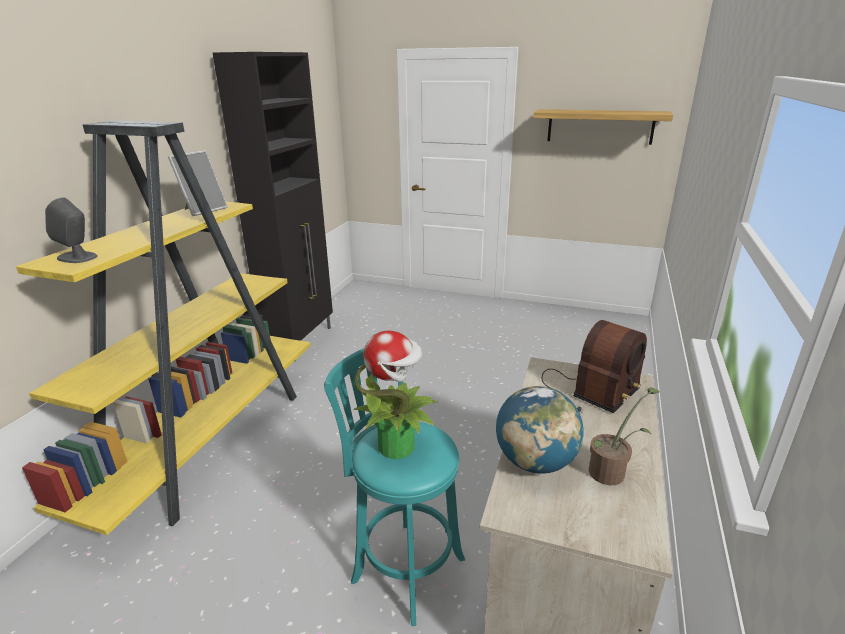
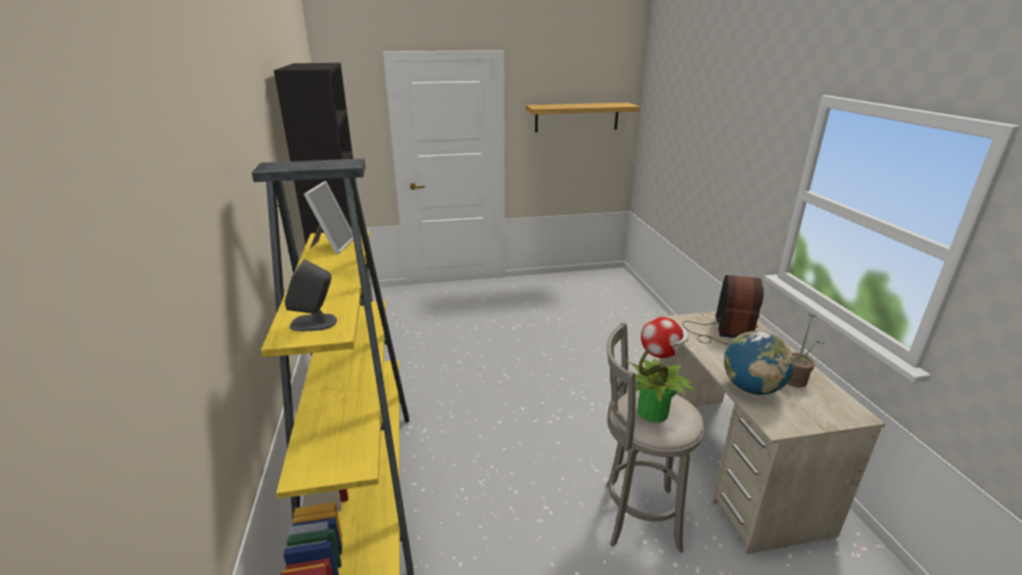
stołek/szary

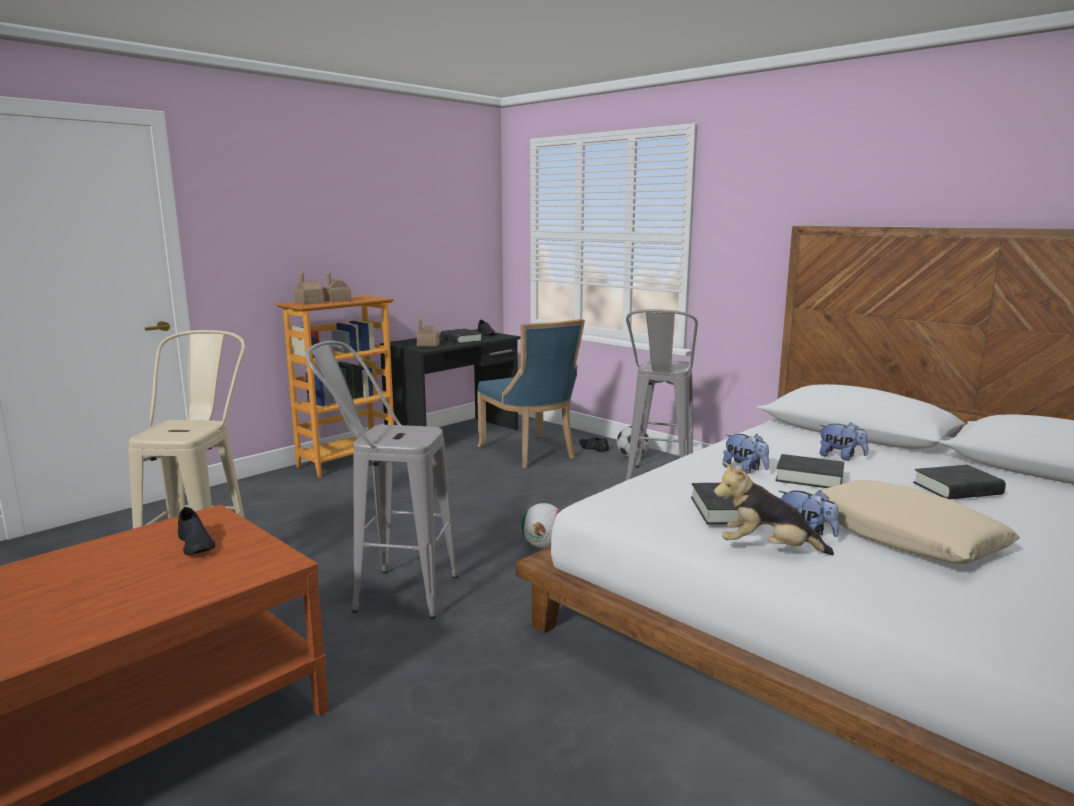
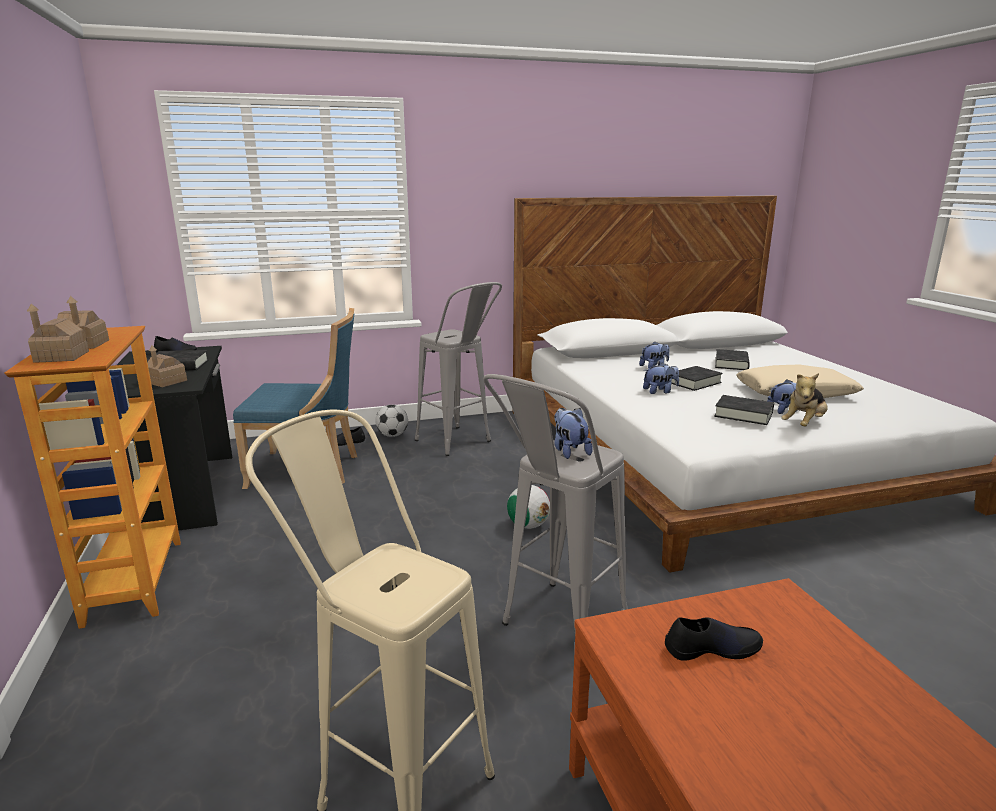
pluszak (1st from left)

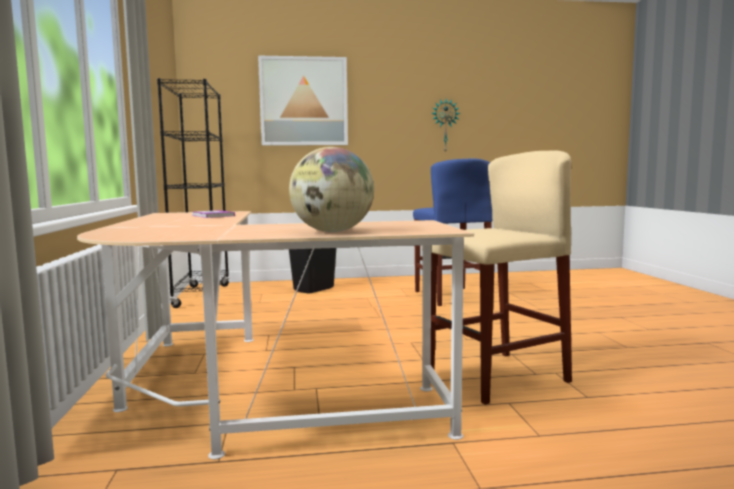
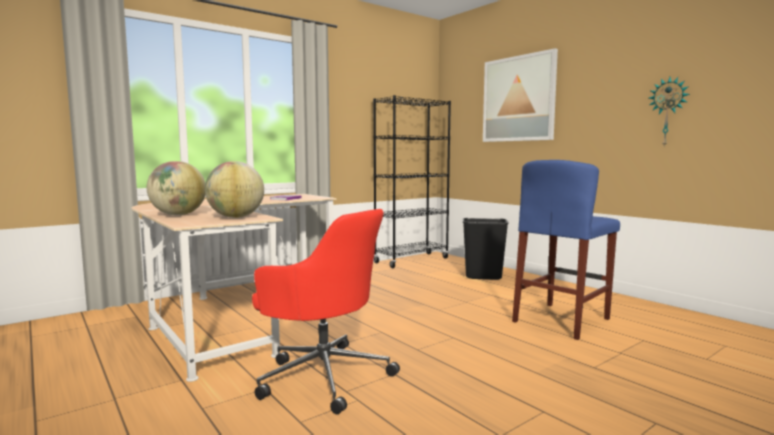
krzesło biurowe/czerwony; globus (2nd from left)

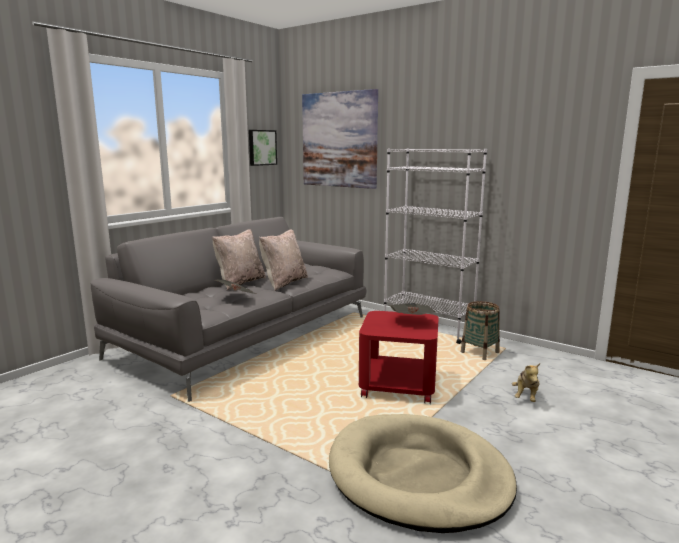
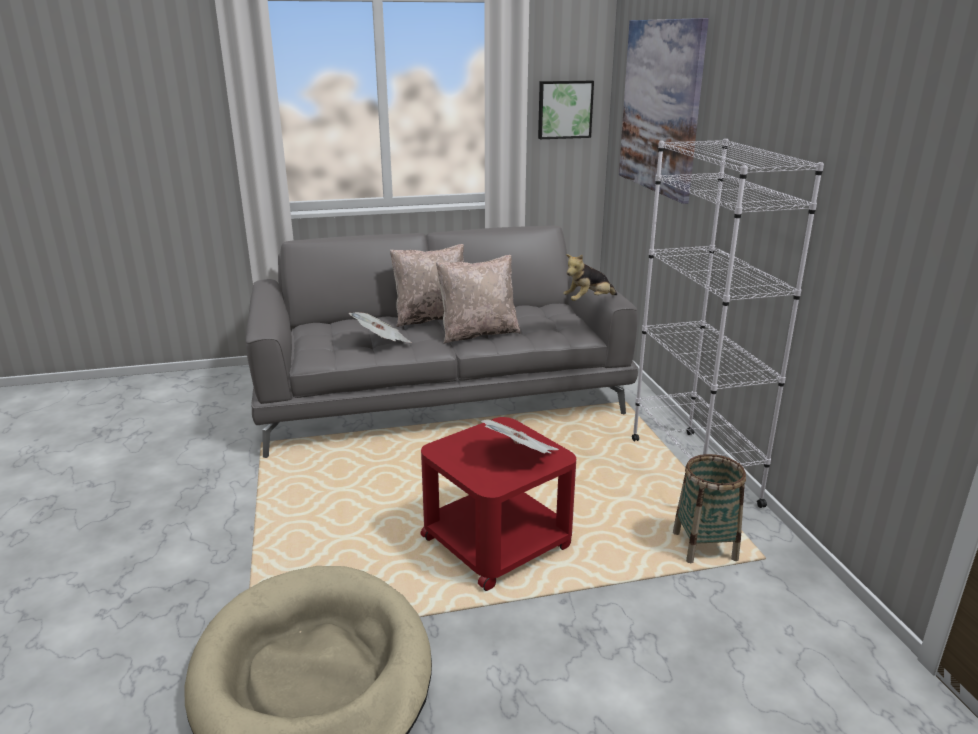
pluszak

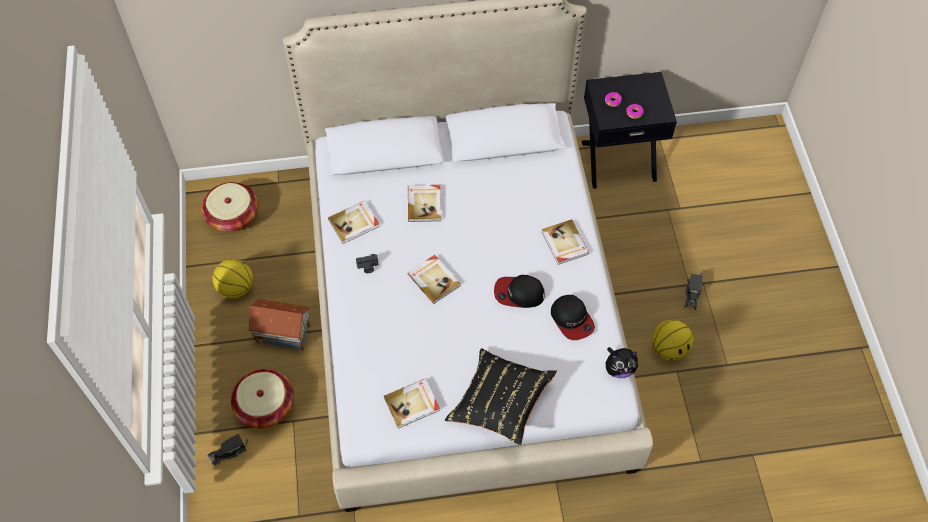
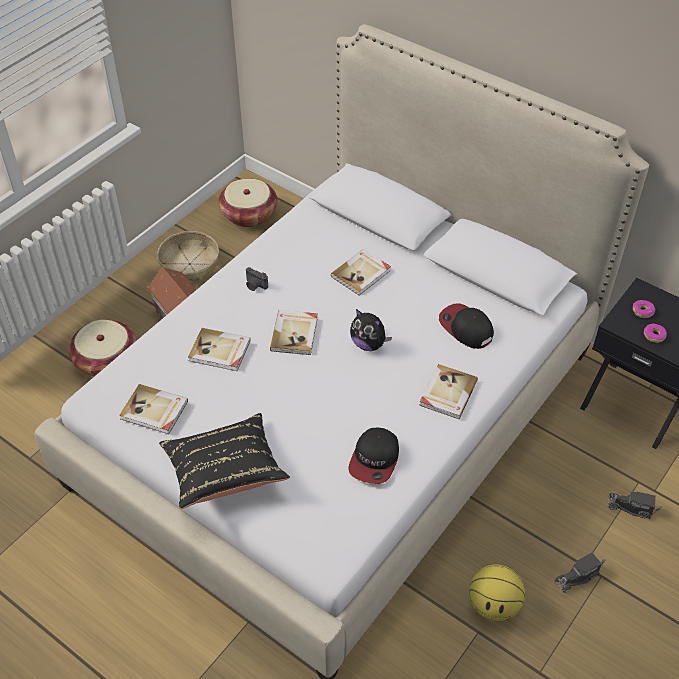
książka (2nd from left); koszyk (2nd from left); czapka z daszkiem (2nd from left); pluszak; ciężarówka zabawkowa (2nd from left)

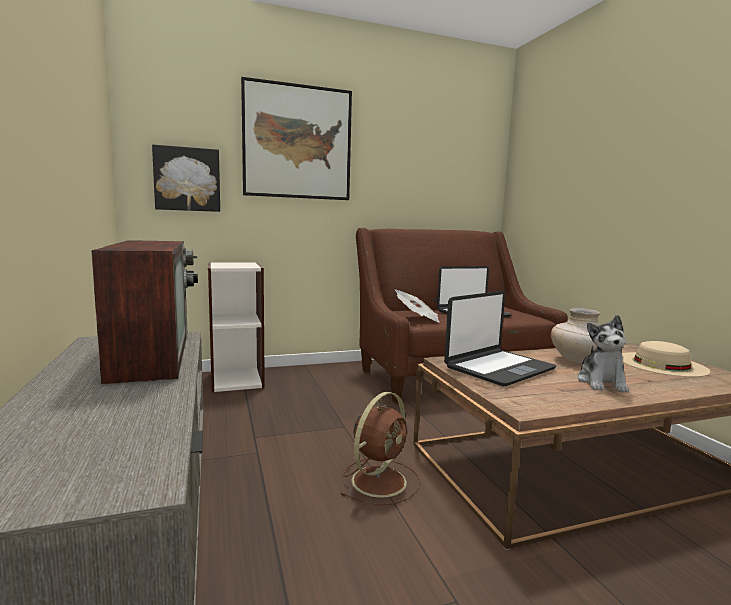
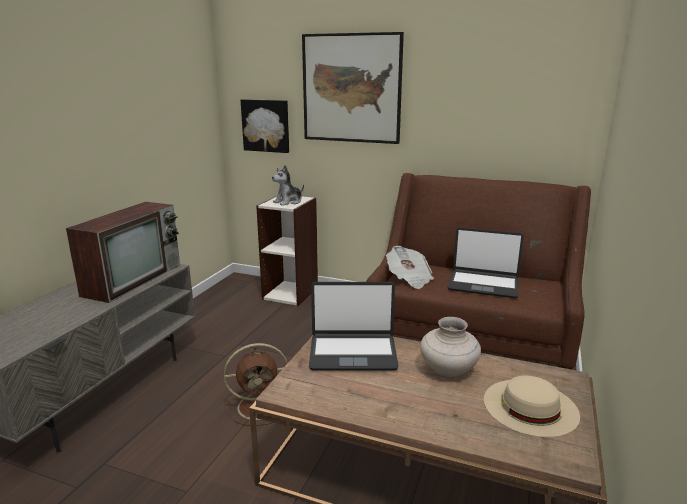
pluszak

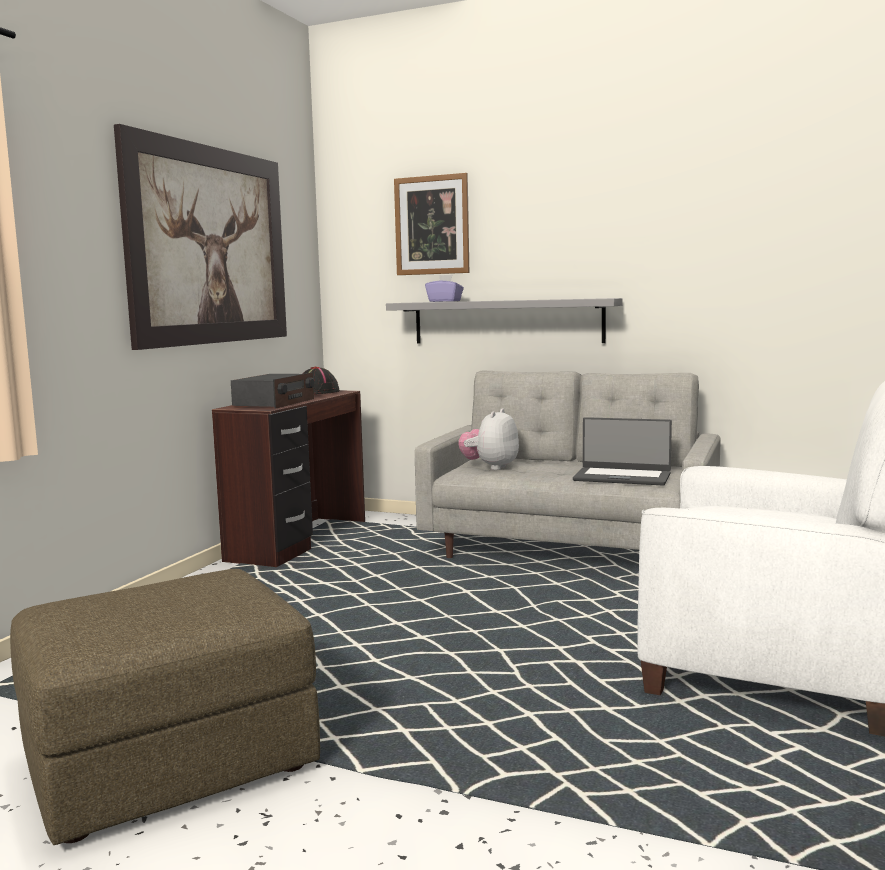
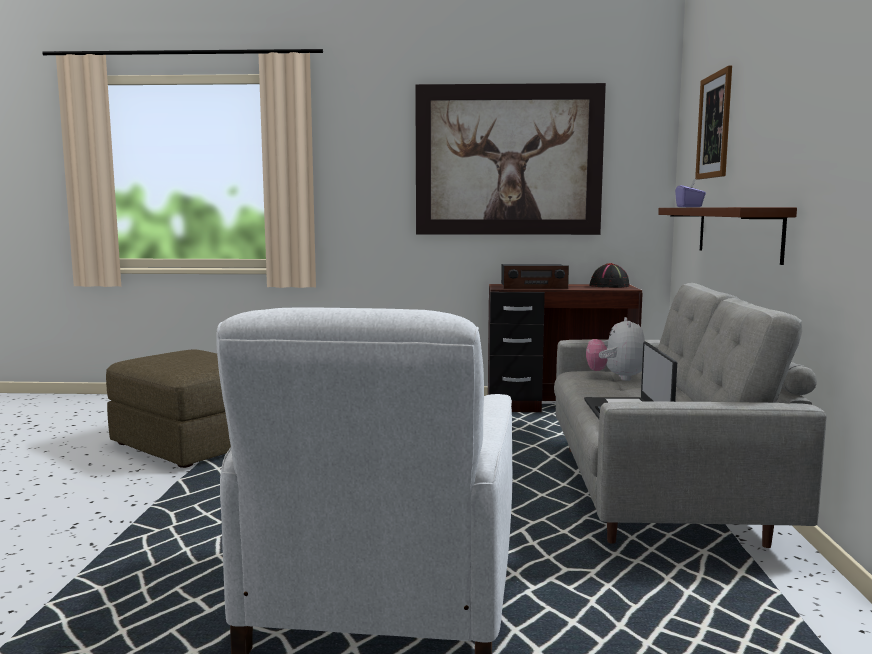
półka/brązowy; pluszak

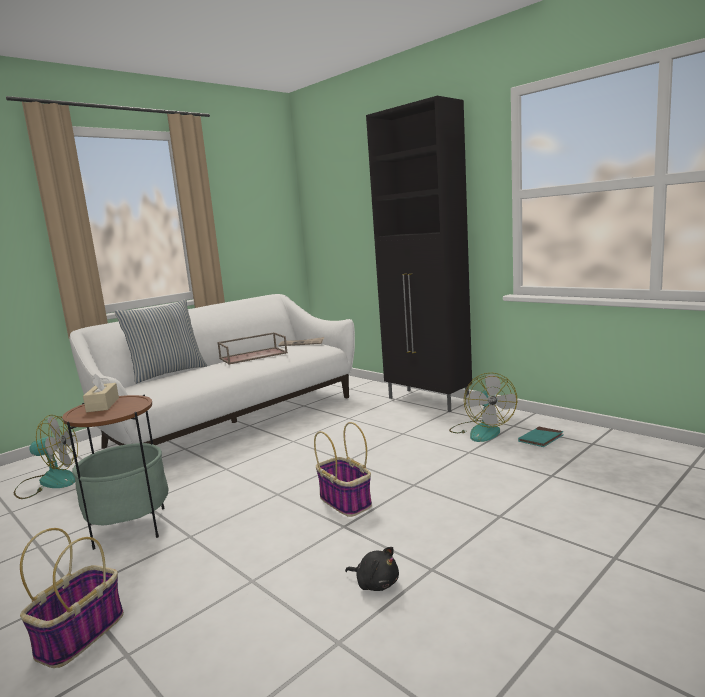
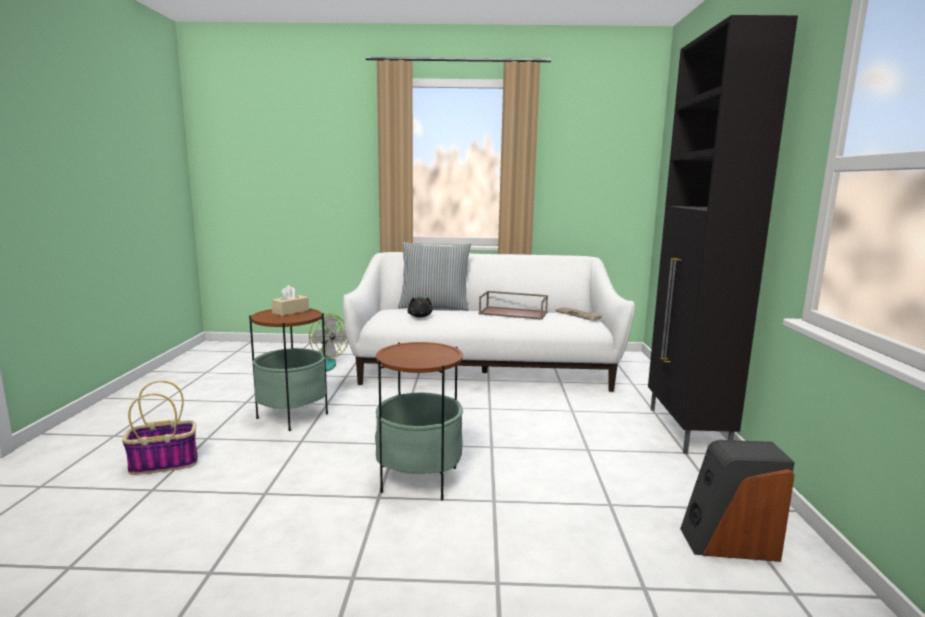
wentylator (2nd from left in the first image); stolik (2nd from left); głośnik; pluszak/czarny

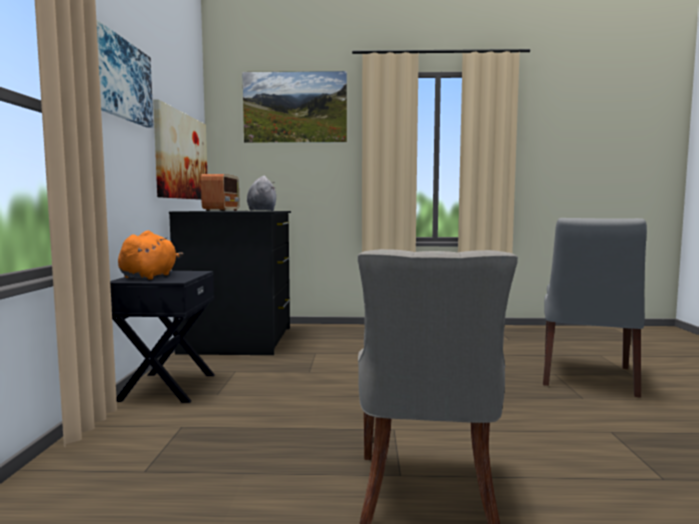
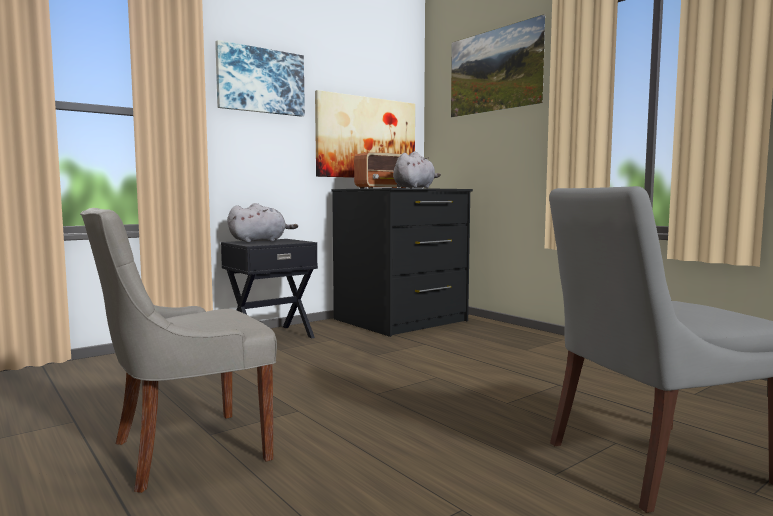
pluszak/szary (1st from left)

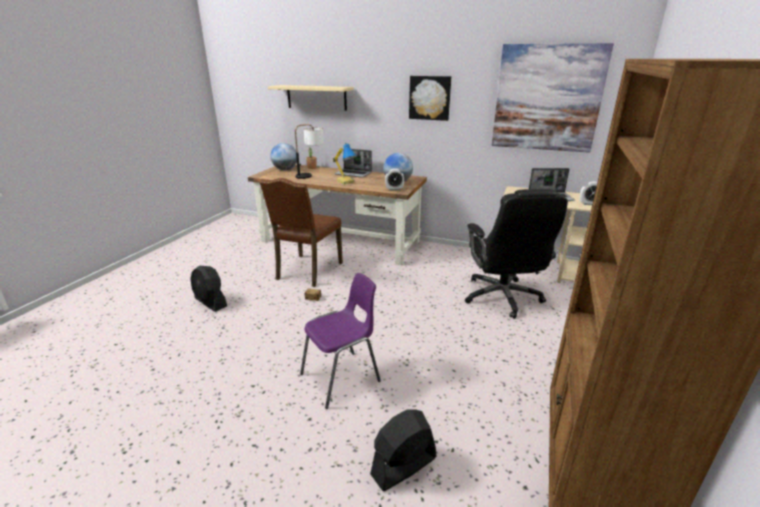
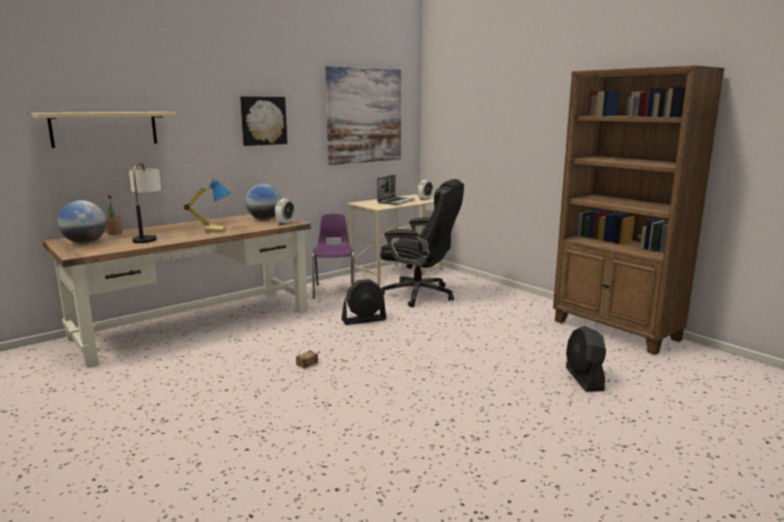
laptop (1st from left in the first image); krzesło/brązowy; wentylator/czarny (1st from left); krzesło/fioletowy

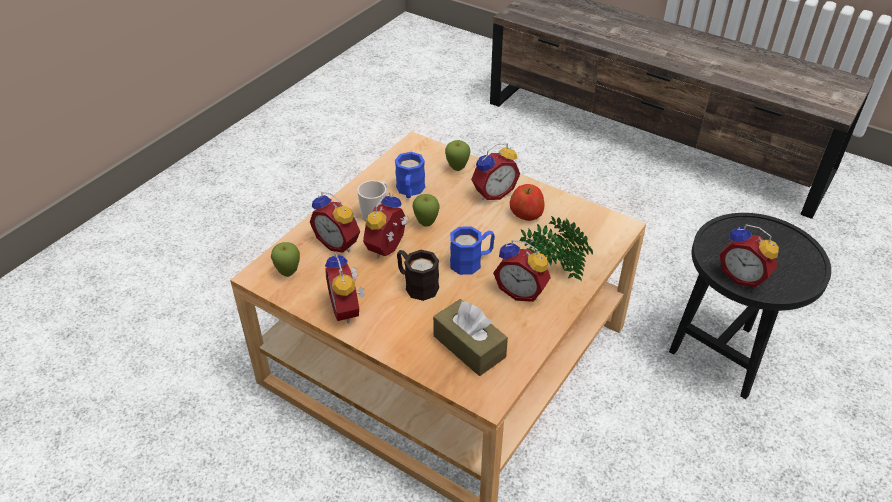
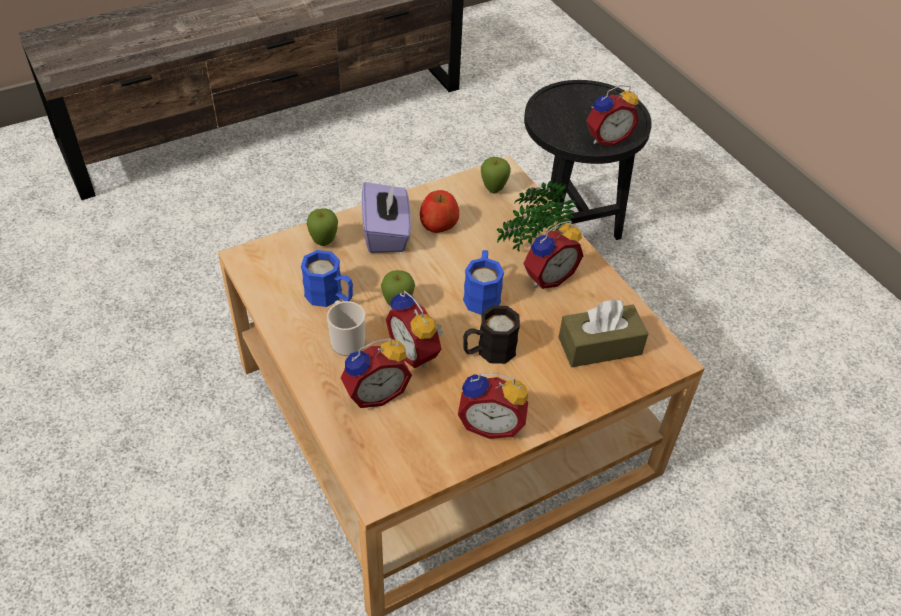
pudełko chusteczek/fioletowy; jabłko (4th from left)

